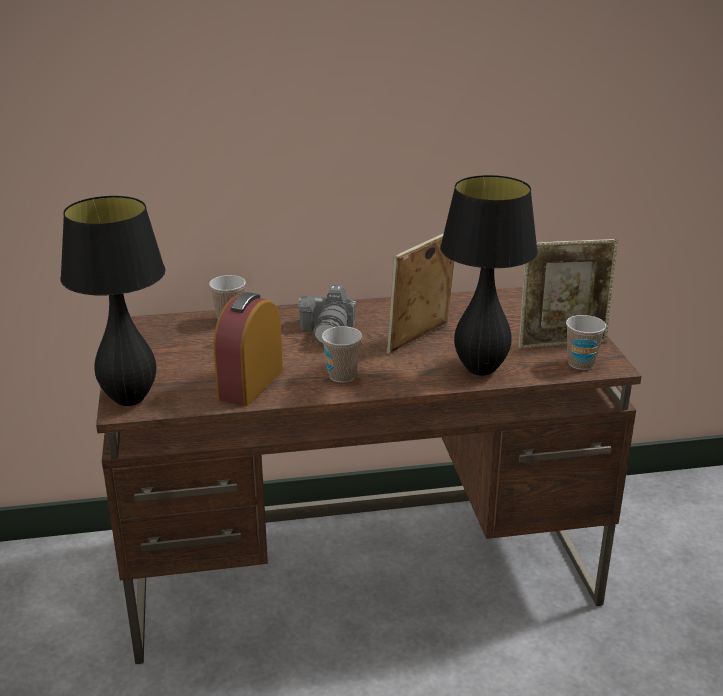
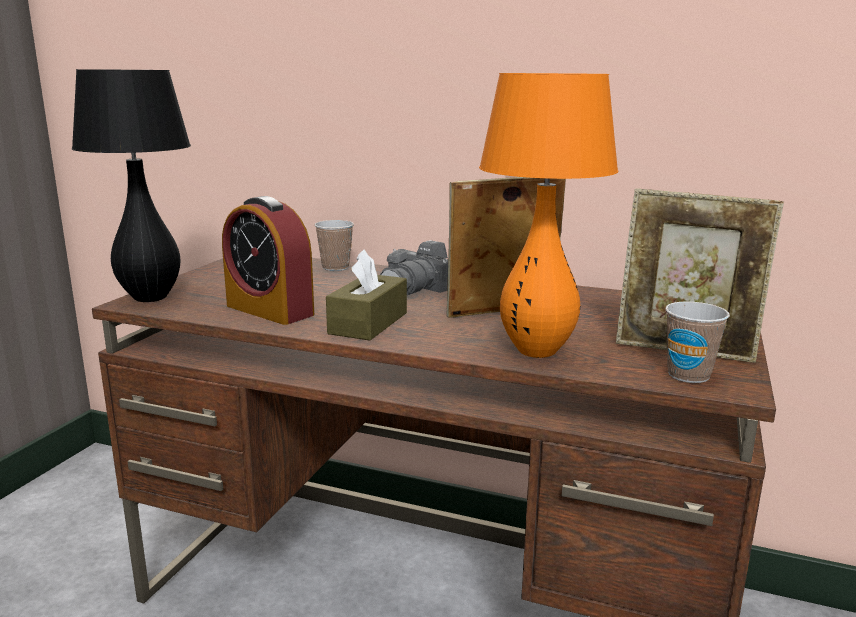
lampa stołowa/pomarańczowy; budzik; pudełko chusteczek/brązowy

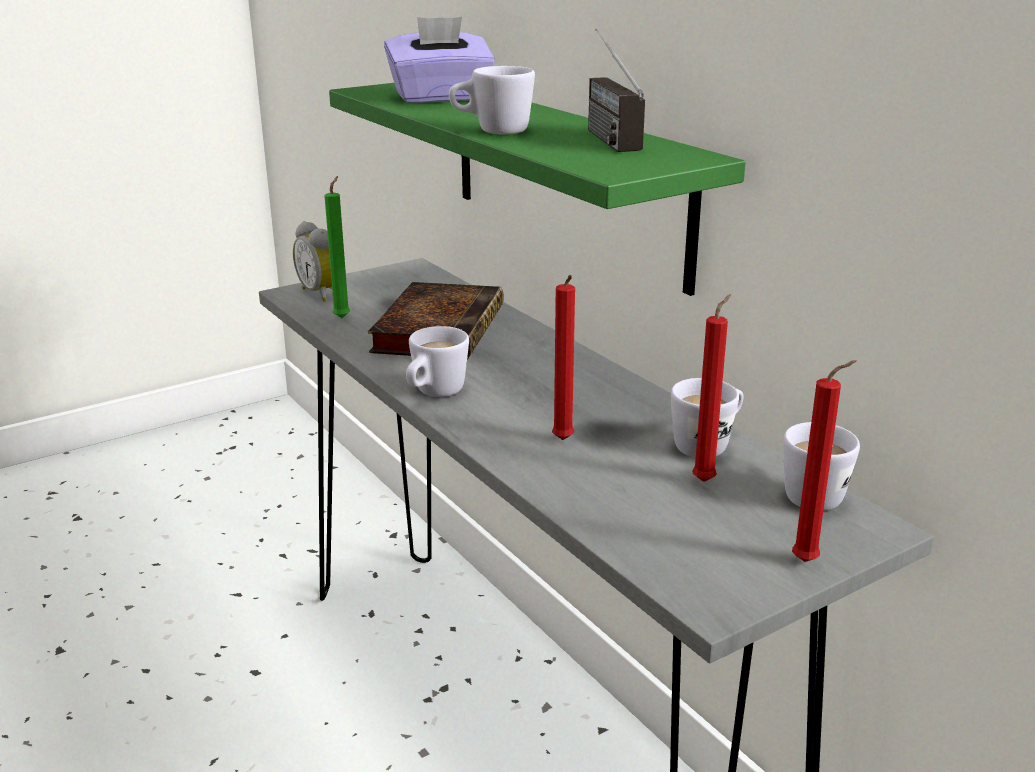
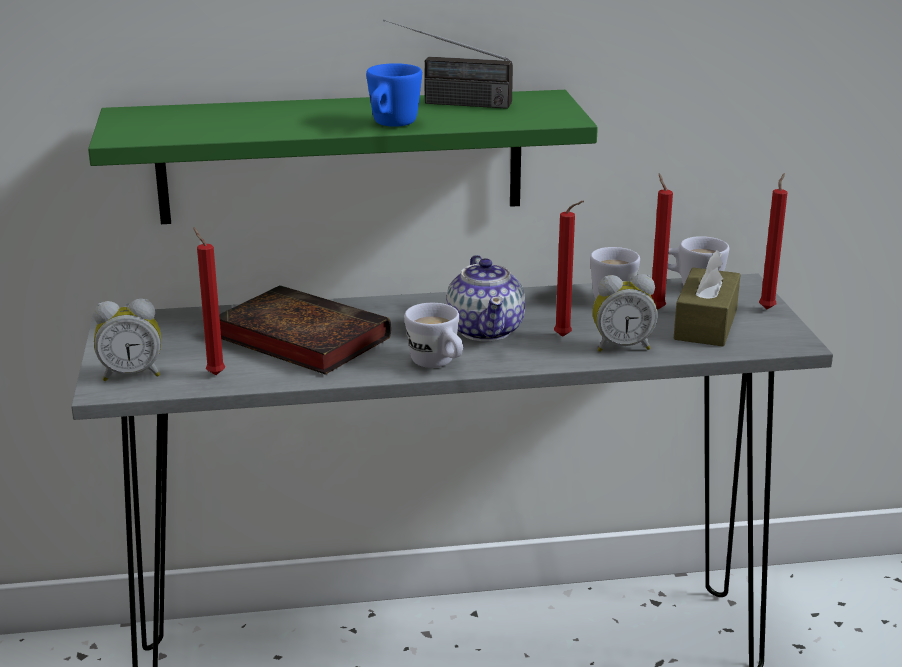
pudełko chusteczek/fioletowy; kubek/niebieski; świeca/czerwony (1st from left); pudełko chusteczek/brązowy; imbryk; budzik (2nd from left)

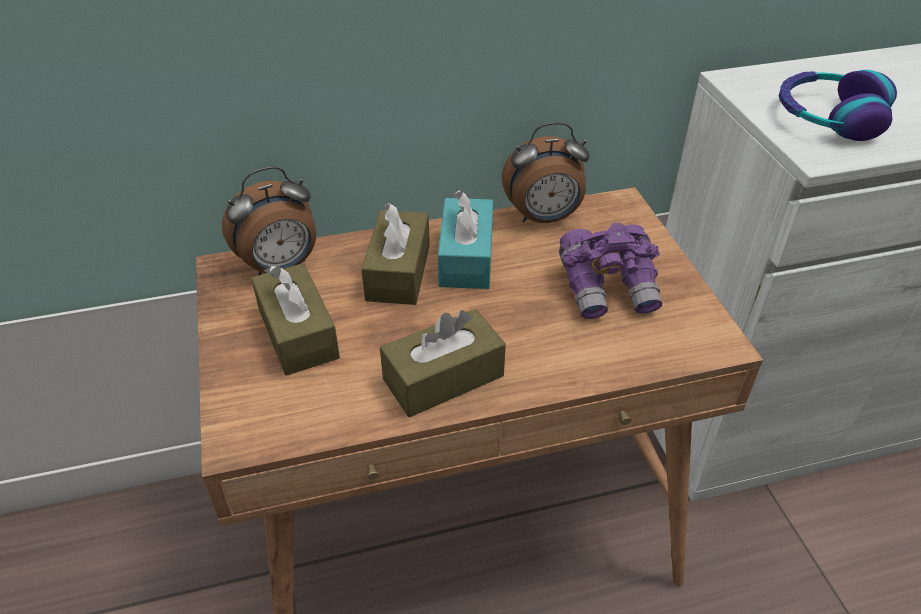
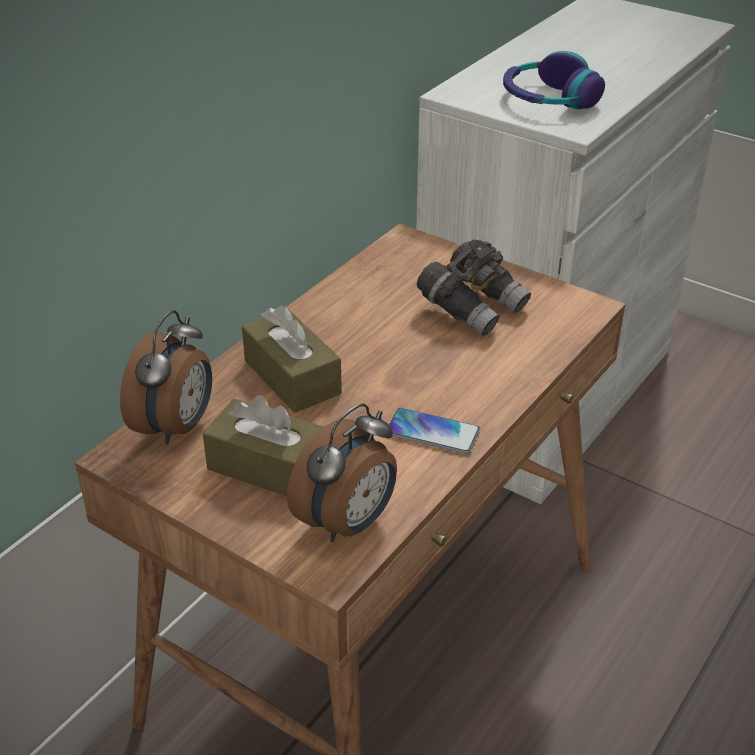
budzik (2nd from left); pudełko chusteczek/turkusowy; lornetka/szary; telefon

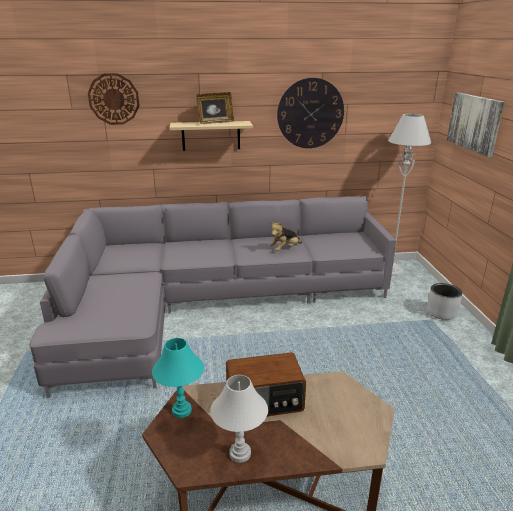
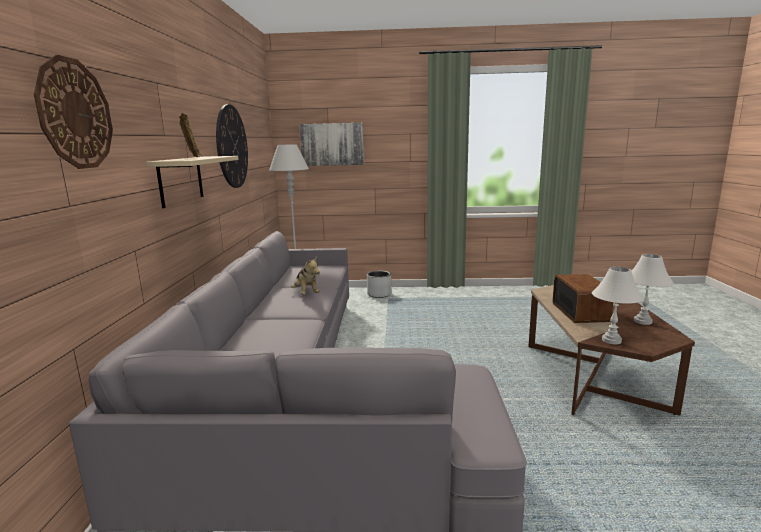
lampa stołowa/biały (1st from left)

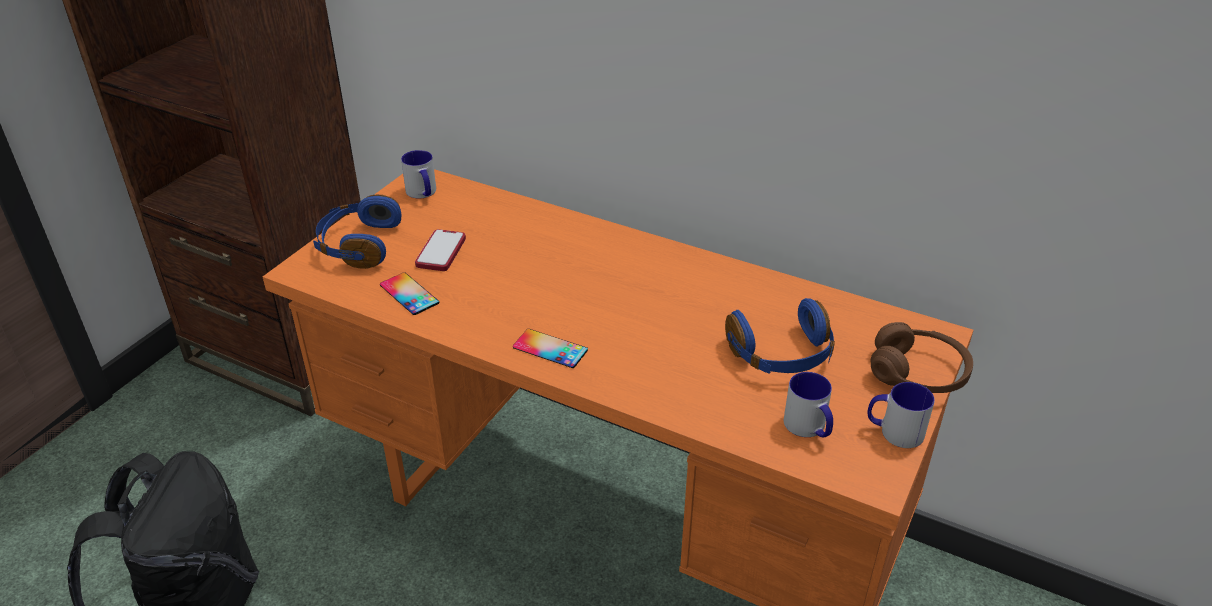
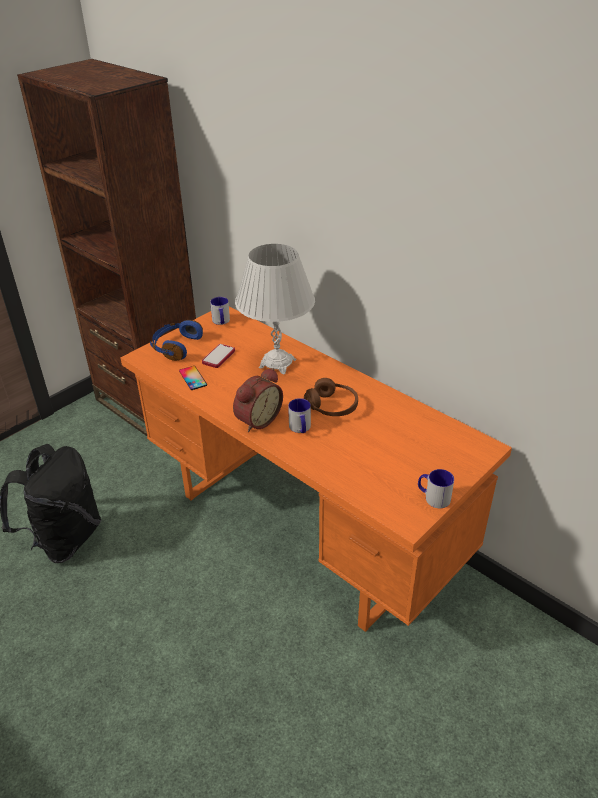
słuchawki/niebieski (2nd from left in the first image); słuchawki/brązowy; budzik; kubek (2nd from left); lampa stołowa/biały

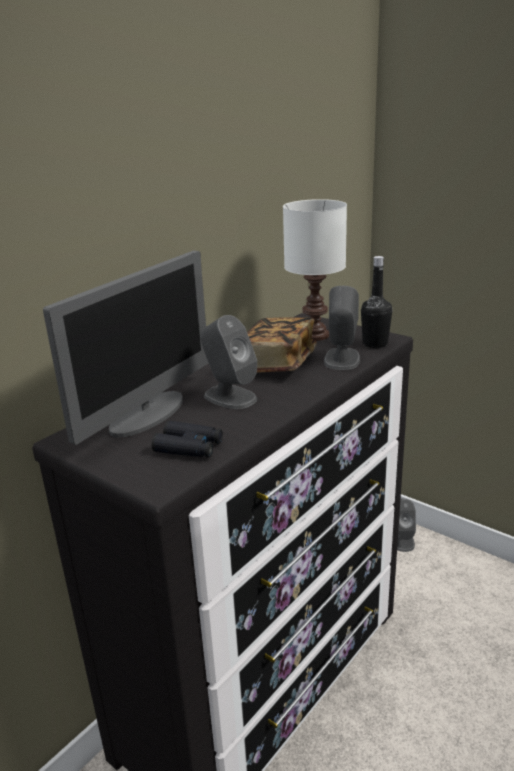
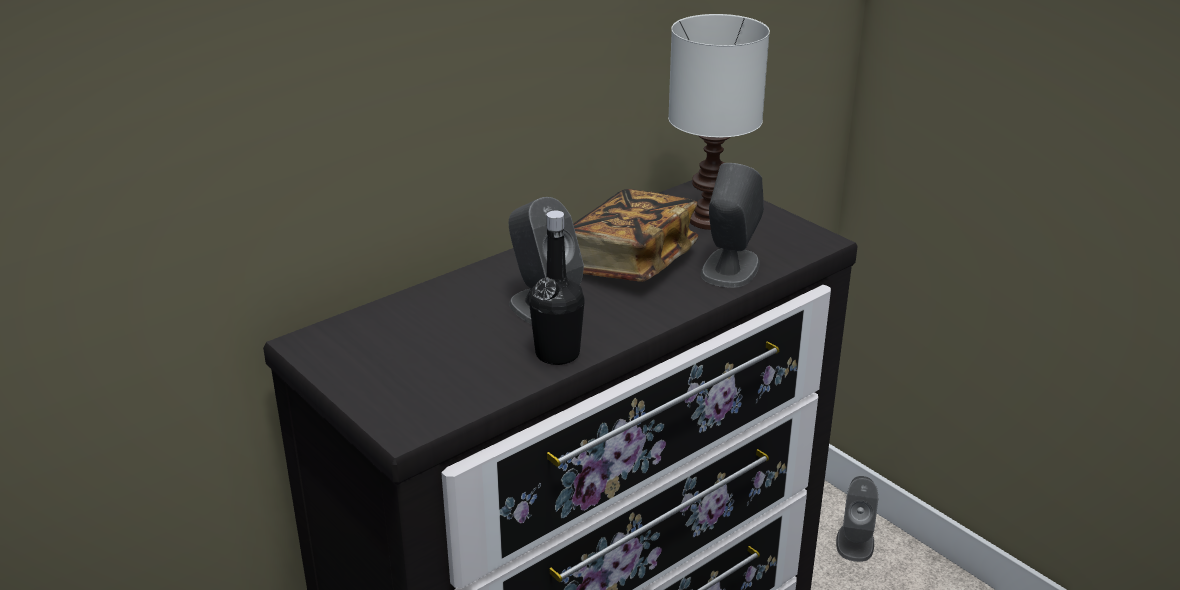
monitor; butelka/czarny; lornetka/czarny

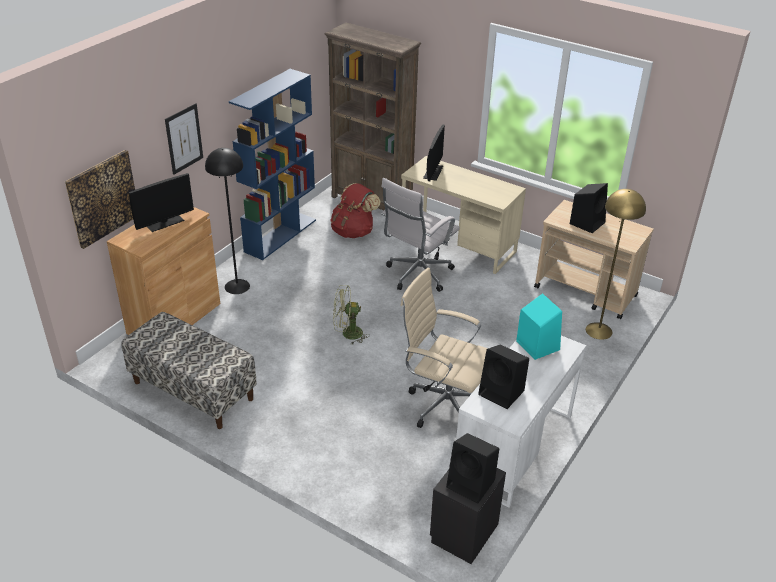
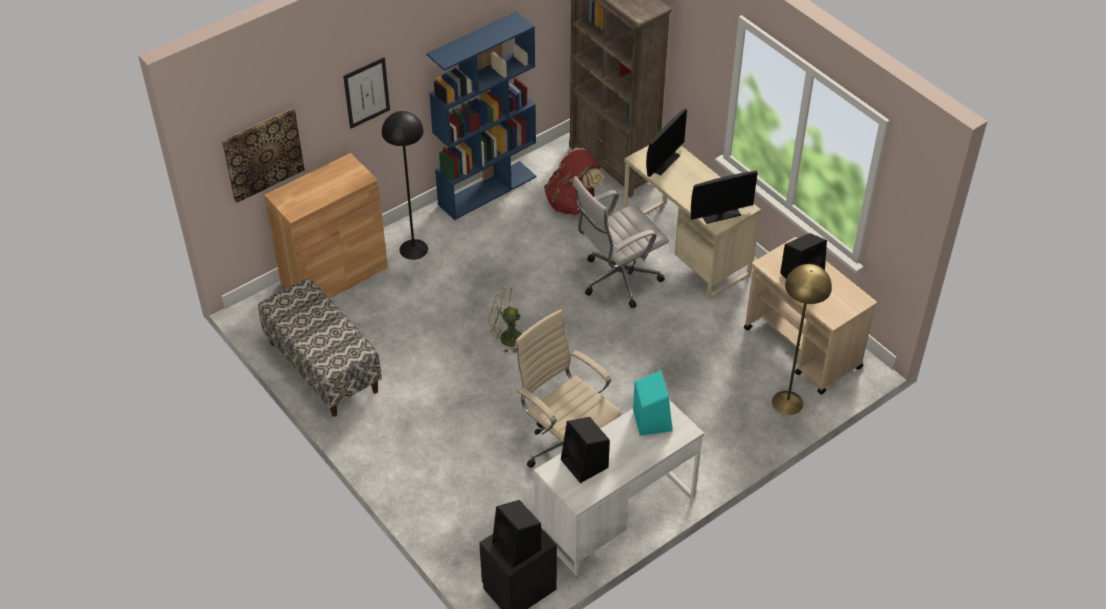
monitor (2nd from left)

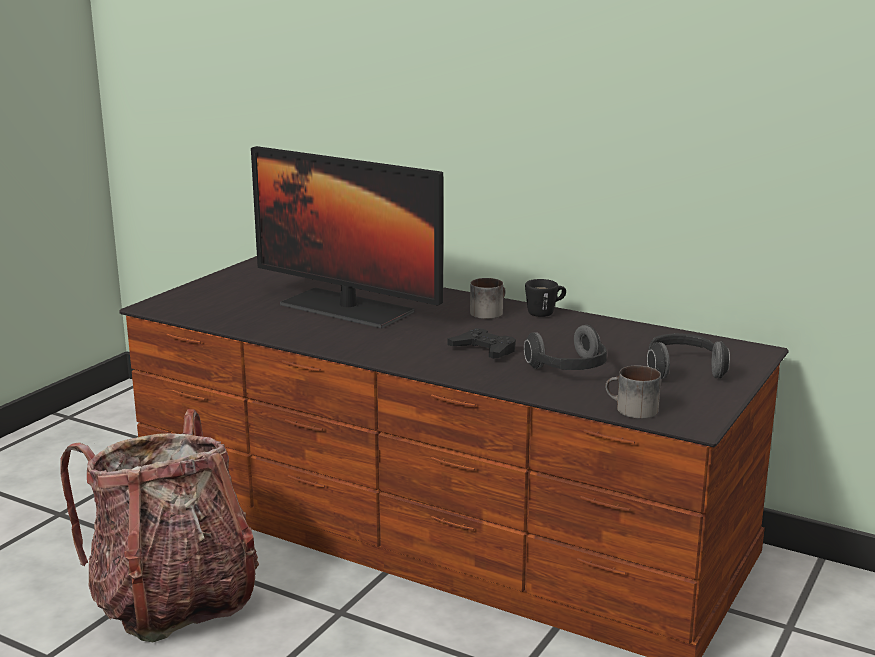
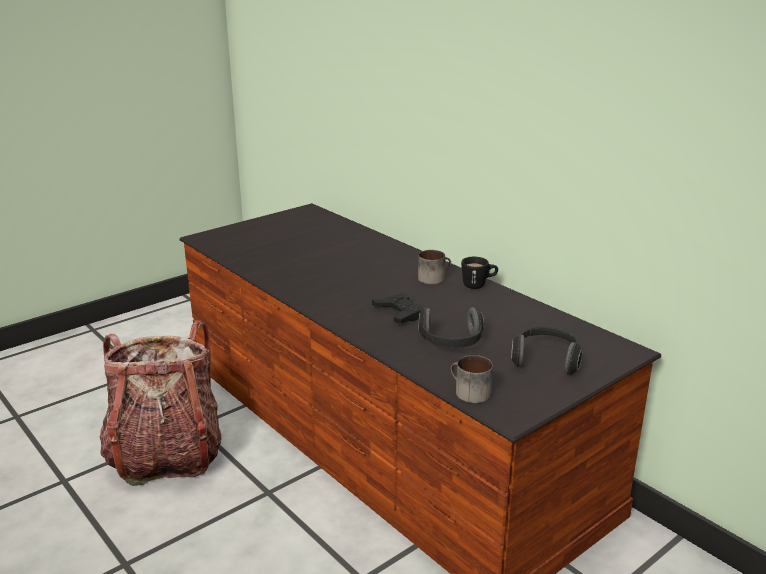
monitor

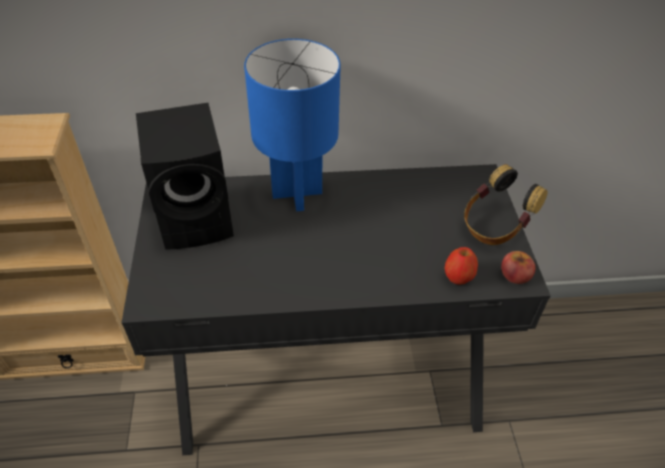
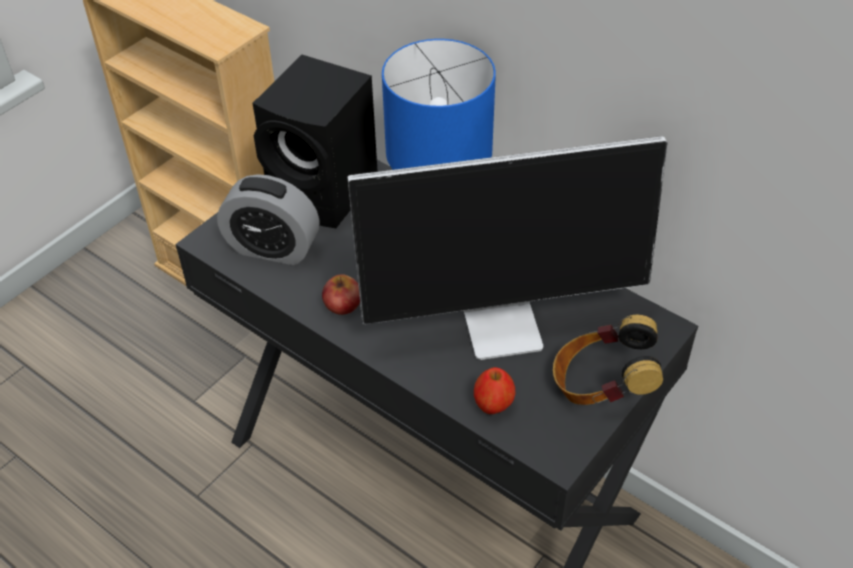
jabłko (1st from left); monitor; budzik

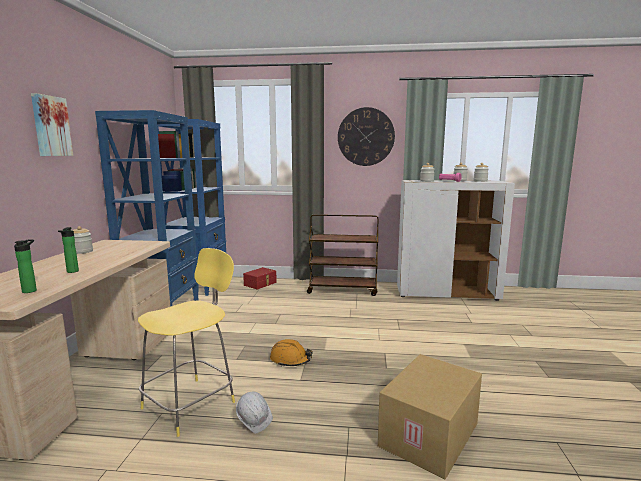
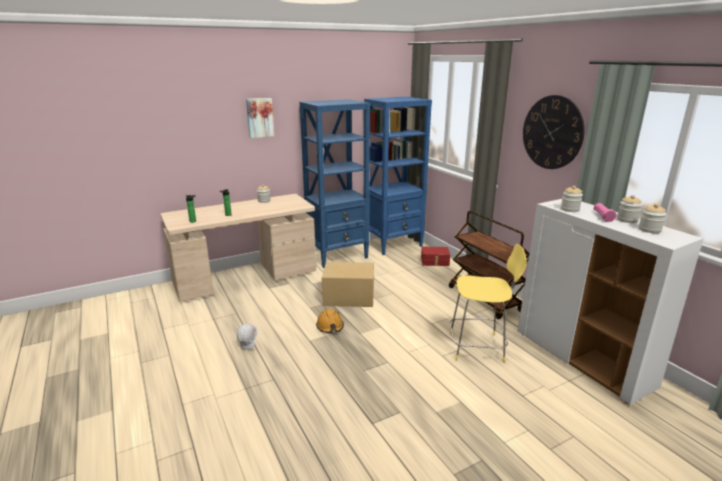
stołek/żółty; karton

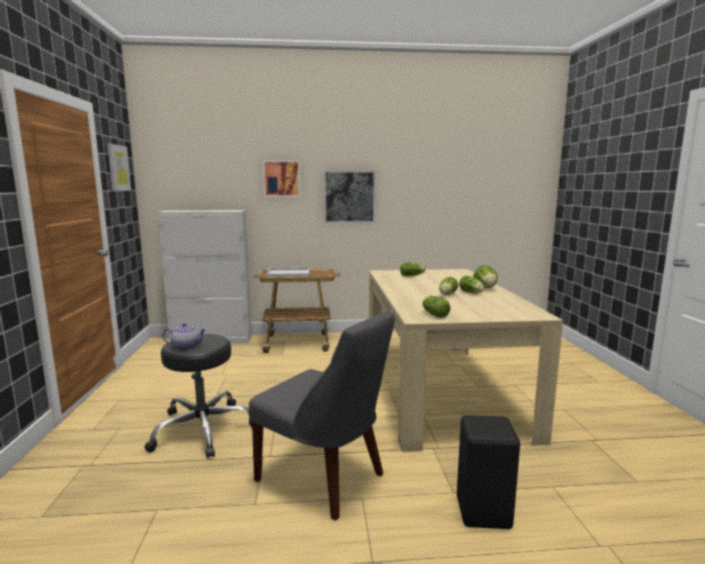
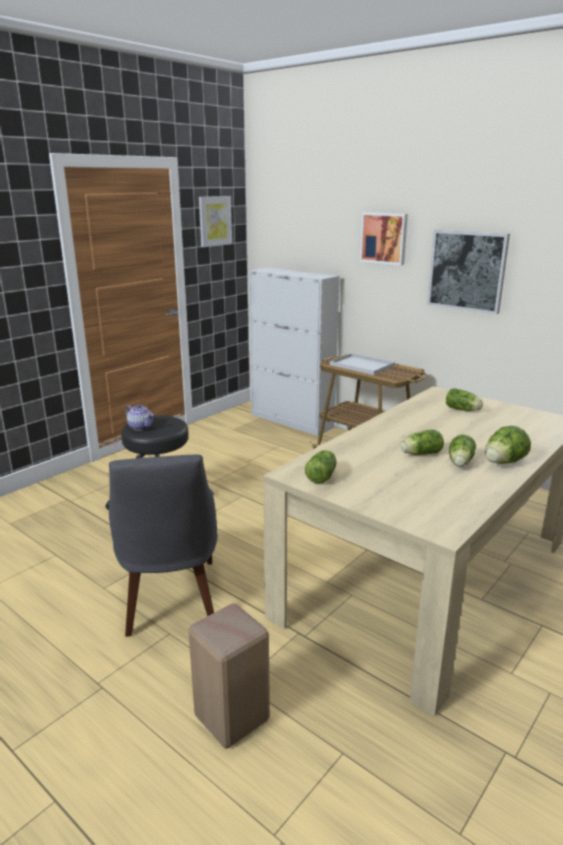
stołek/beżowy

